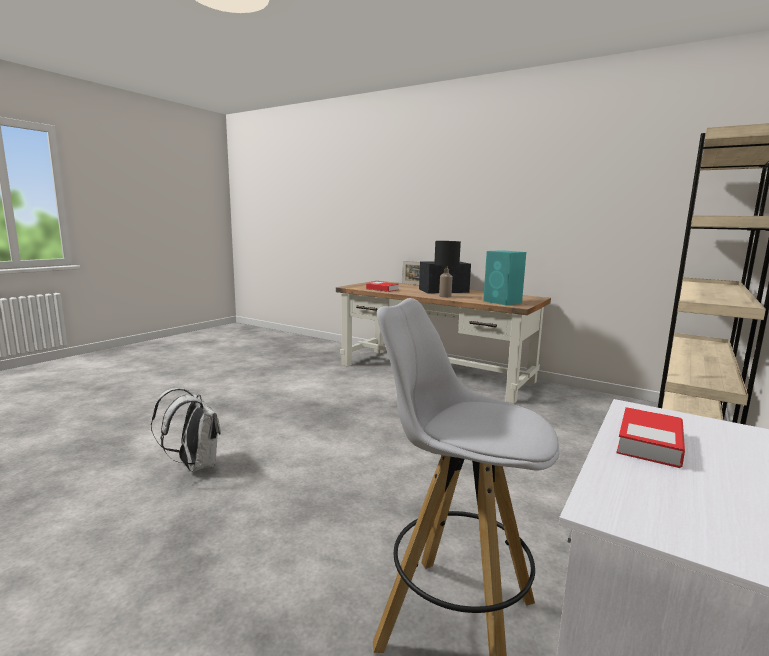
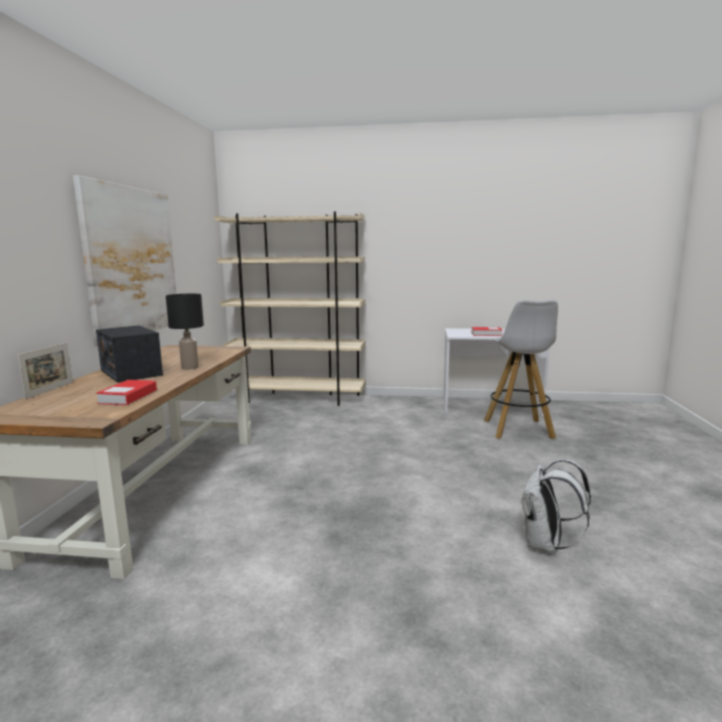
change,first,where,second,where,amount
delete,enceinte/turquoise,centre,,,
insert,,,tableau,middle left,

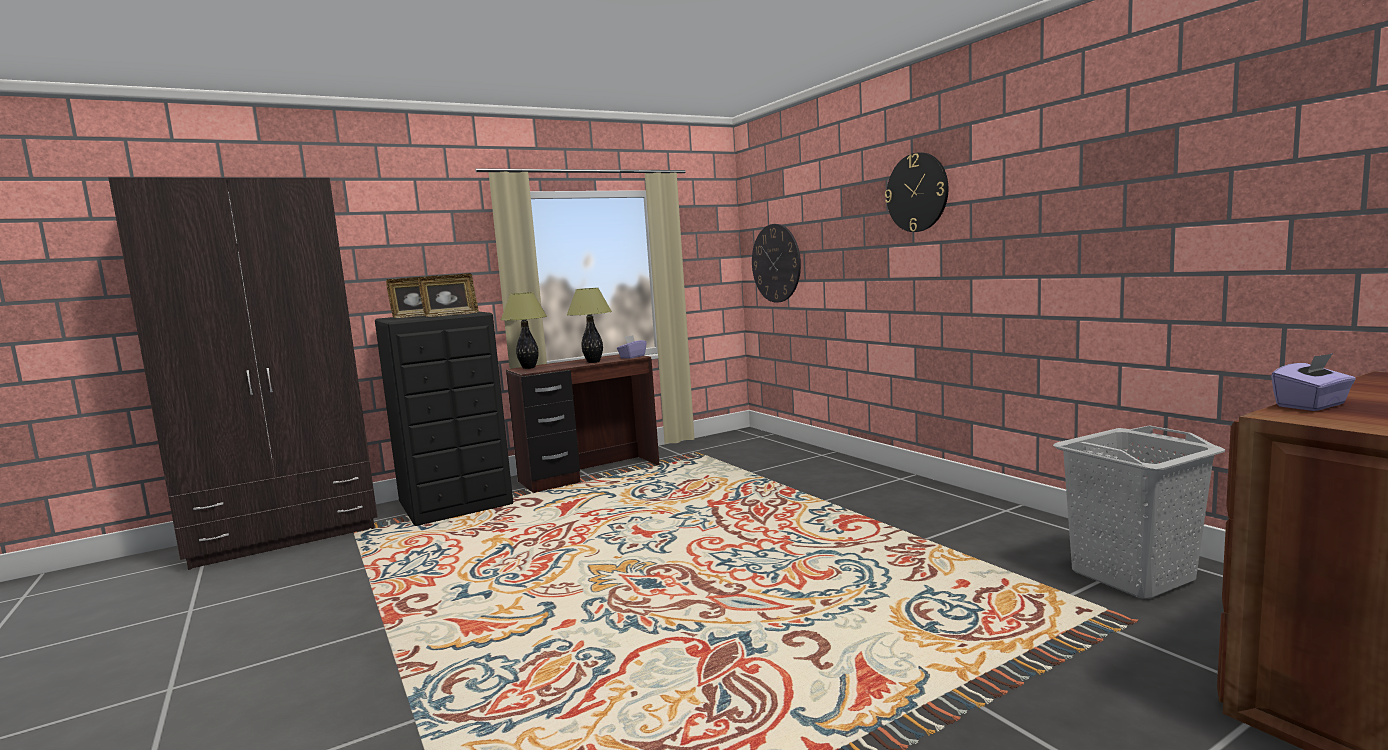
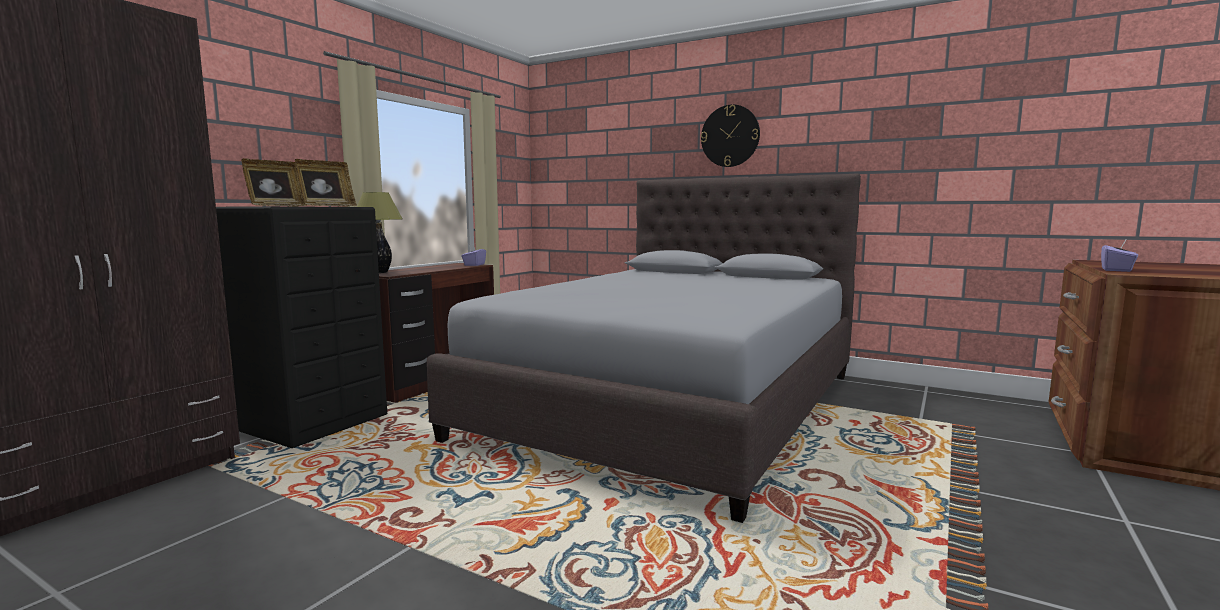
change,first,where,second,where,amount
delete,lampe de table (2nd from left),centre,,,
delete,horloge murale (1st from left),centre,,,
delete,panier à linge/gris,bottom right,,,
insert,,,lit/gris,centre,

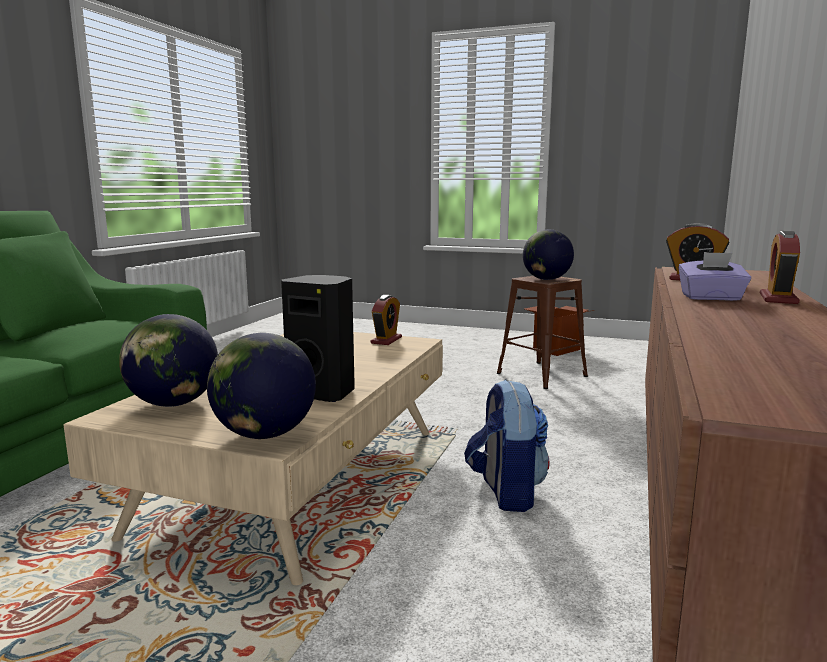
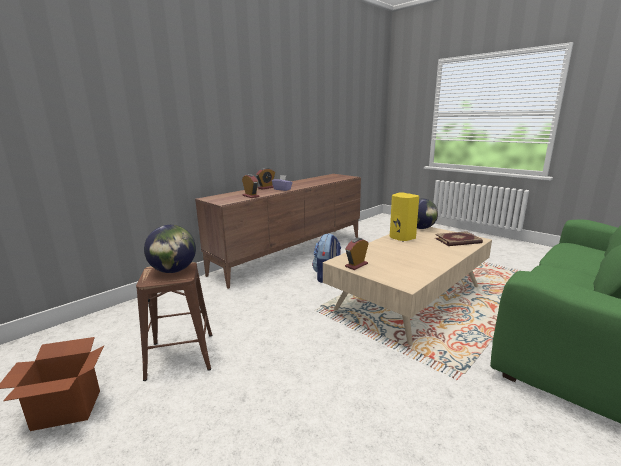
change,first,where,second,where,amount
replace,globe (1st from left),middle left,livre,middle right,
recolor,enceinte/noir,centre,enceinte/jaune,centre,

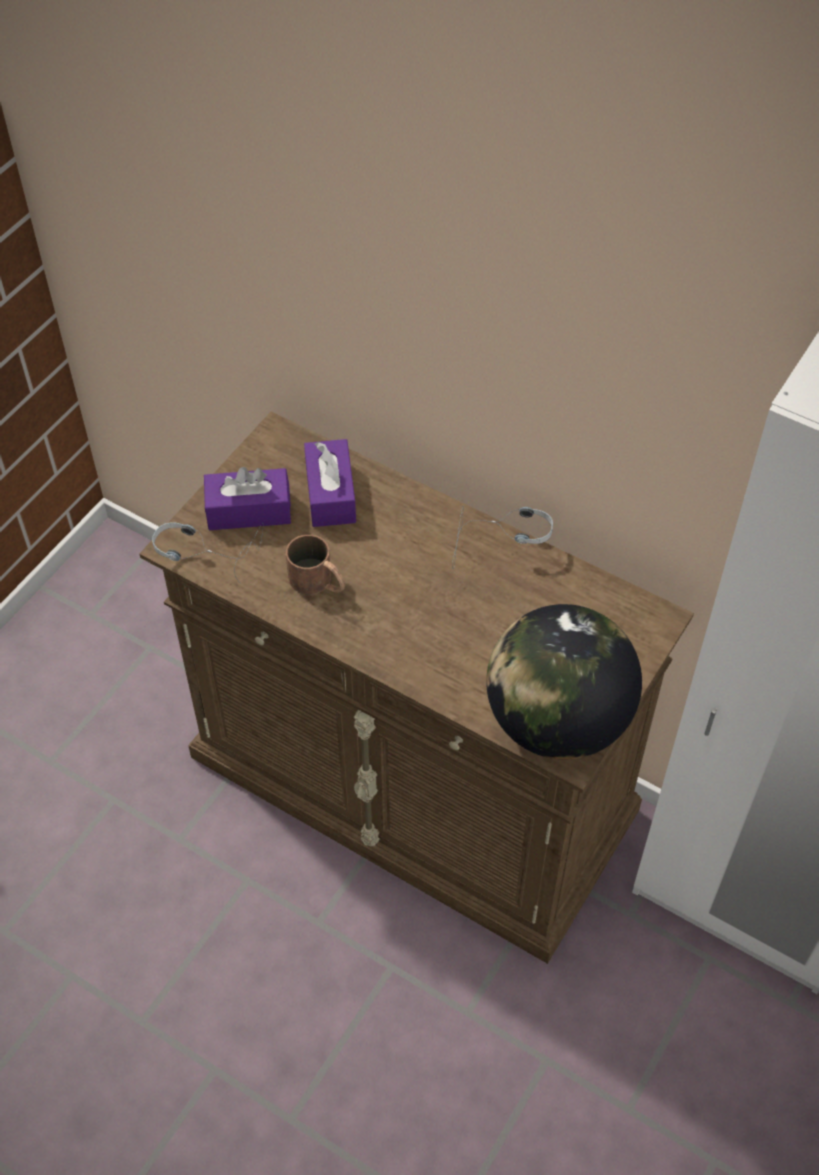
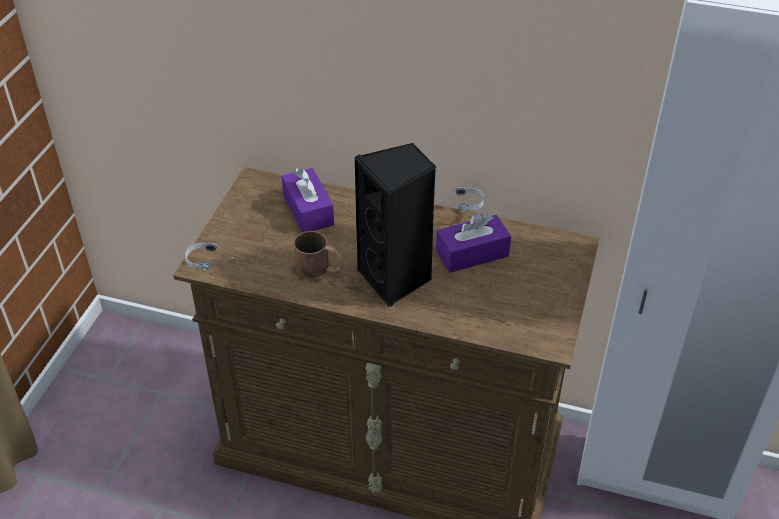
change,first,where,second,where,amount
delete,globe,middle right,,,
insert,,,enceinte/noir,centre,
move,boîte à mouchoirs/violet (1st from left in the first image),middle left,boîte à mouchoirs/violet (2nd from left),centre,

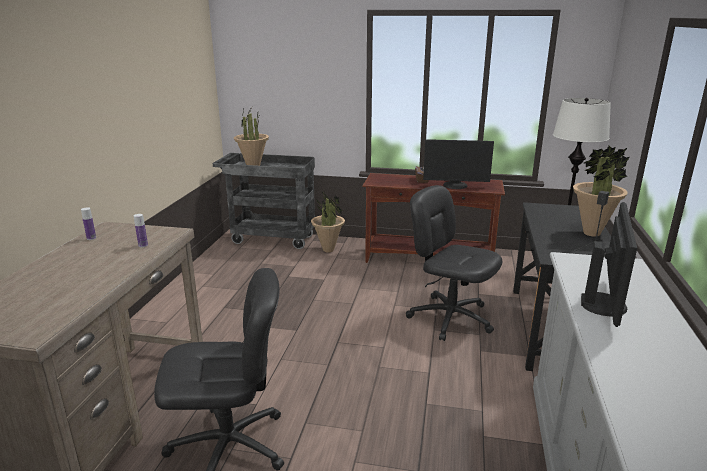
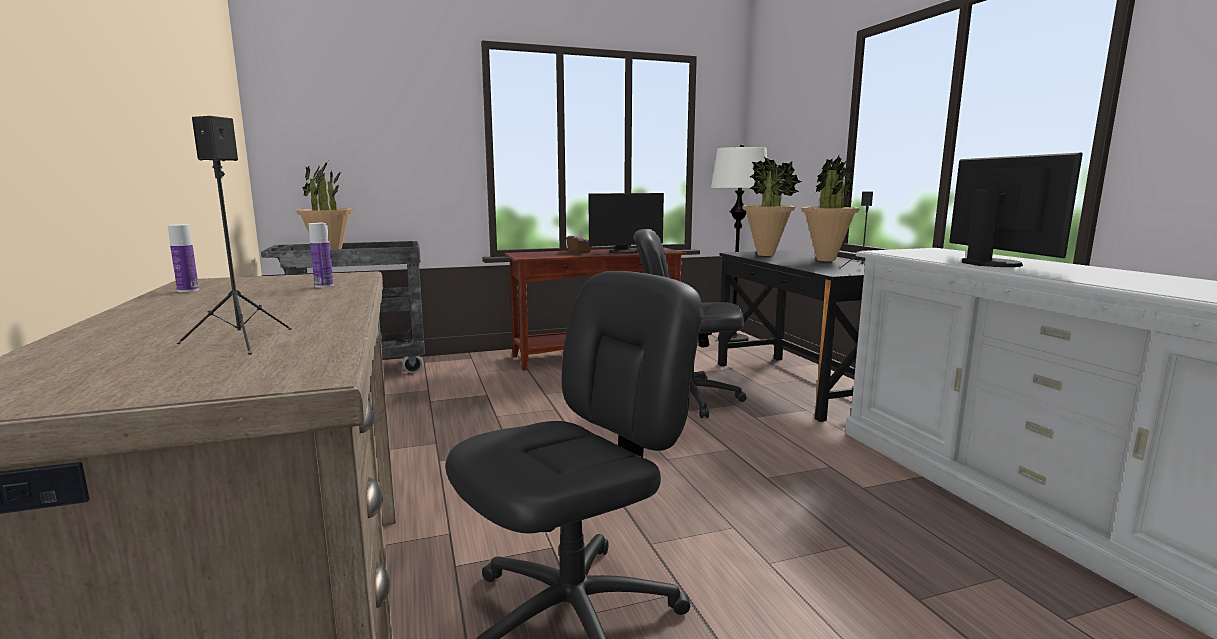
change,first,where,second,where,amount
insert,,,enceinte/noir (1st from left),middle left,
move,plante en pot (2nd from left),centre,,top centre,

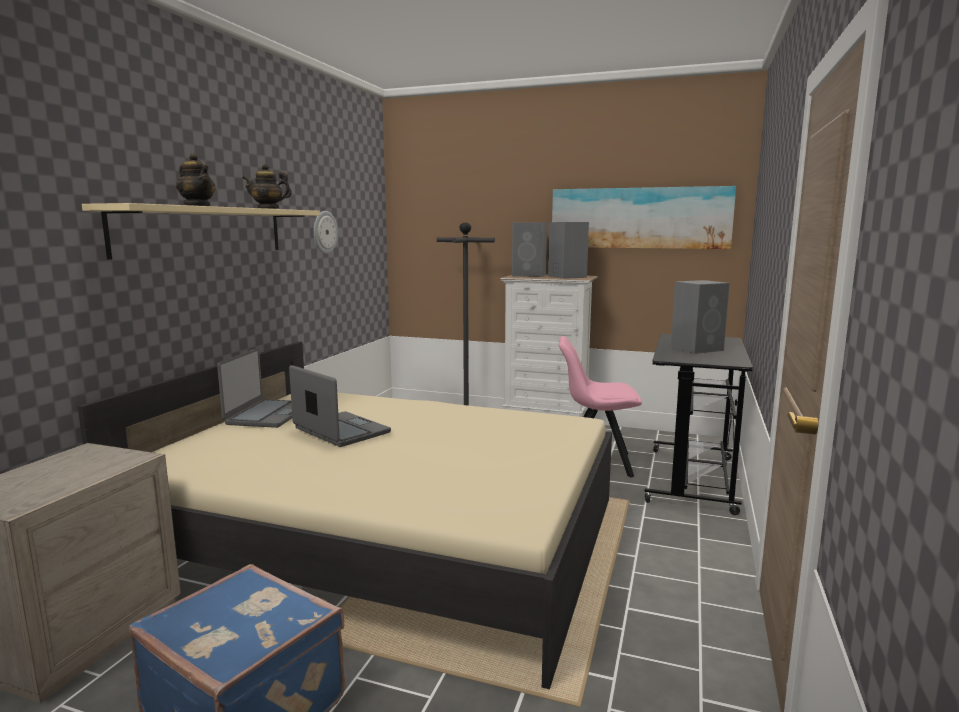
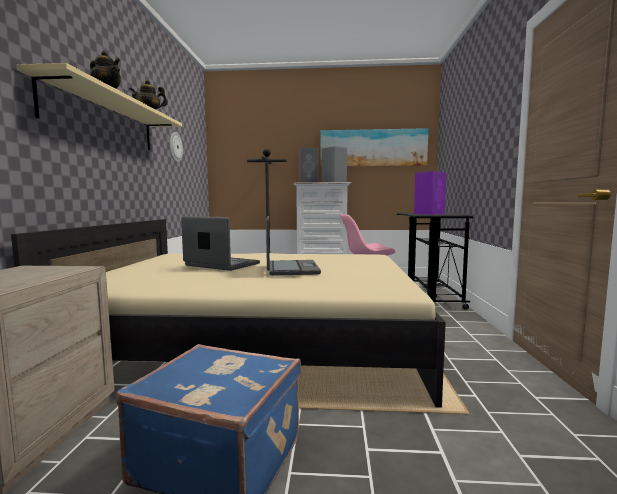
change,first,where,second,where,amount
move,ordinateur portable (1st from left in the first image),middle left,ordinateur portable (2nd from left),centre,
recolor,enceinte/gris (3rd from left),middle right,enceinte/violet,middle right,

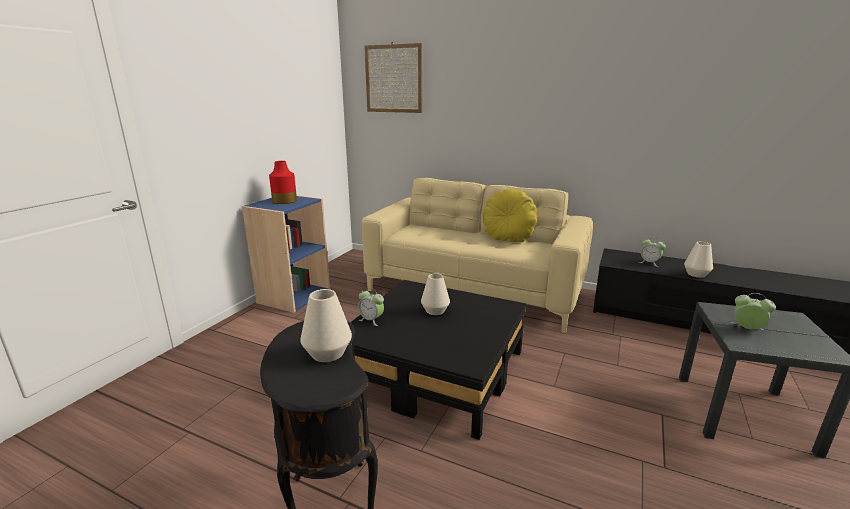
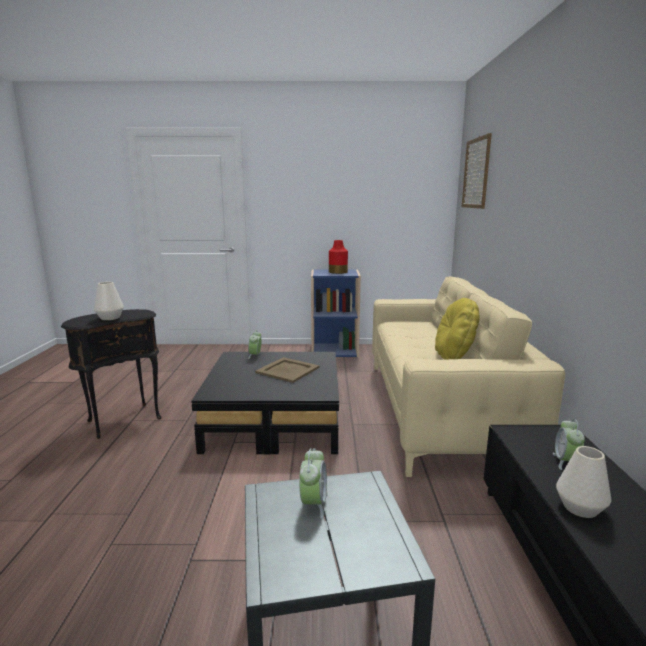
change,first,where,second,where,amount
replace,vase/blanc (2nd from left),centre,plateau/beige,centre,

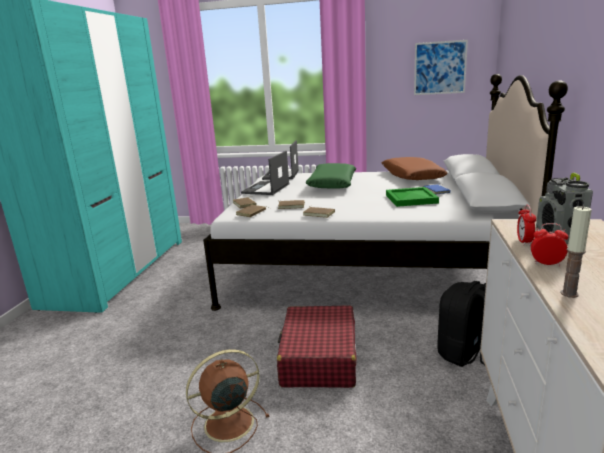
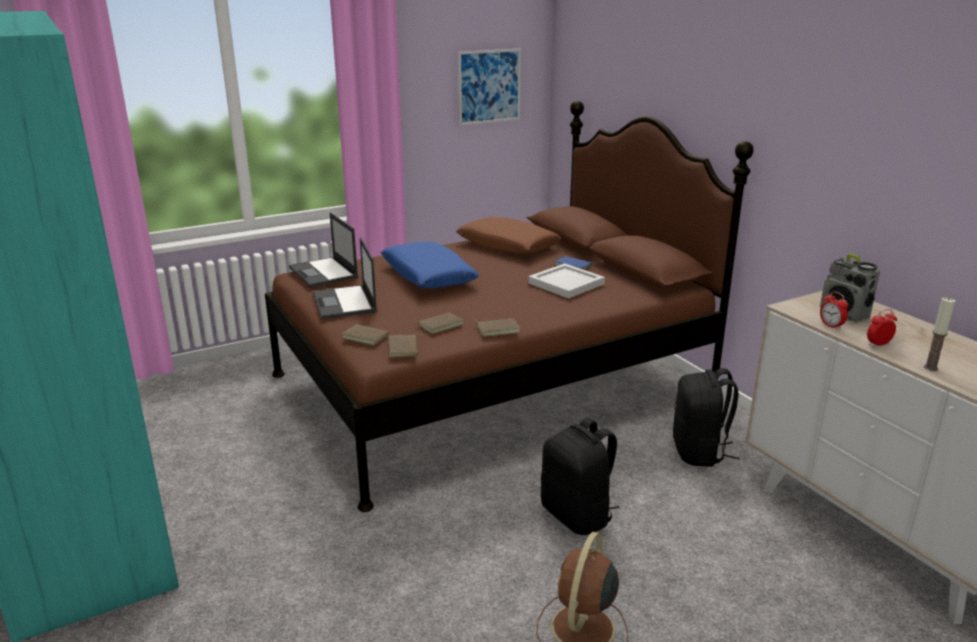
change,first,where,second,where,amount
replace,valise/rouge,bottom centre,sac à dos/noir (1st from left),bottom centre,
recolor,lit/blanc,centre,lit/marron,centre,
recolor,coussin/vert,centre,coussin/bleu,centre,
recolor,plateau/vert,middle right,plateau/blanc,centre,

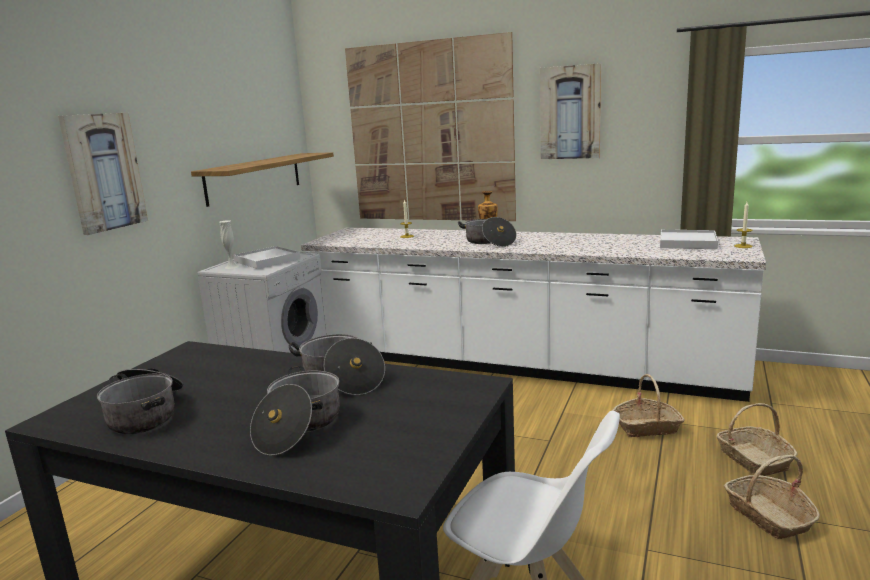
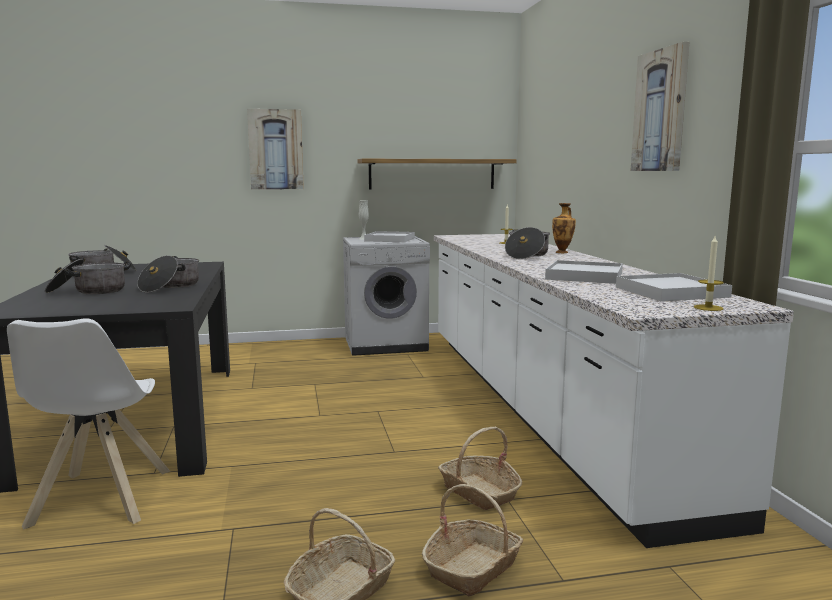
change,first,where,second,where,amount
delete,tableau (2nd from left),top centre,,,
insert,,,plateau/blanc (2nd from left),middle right,

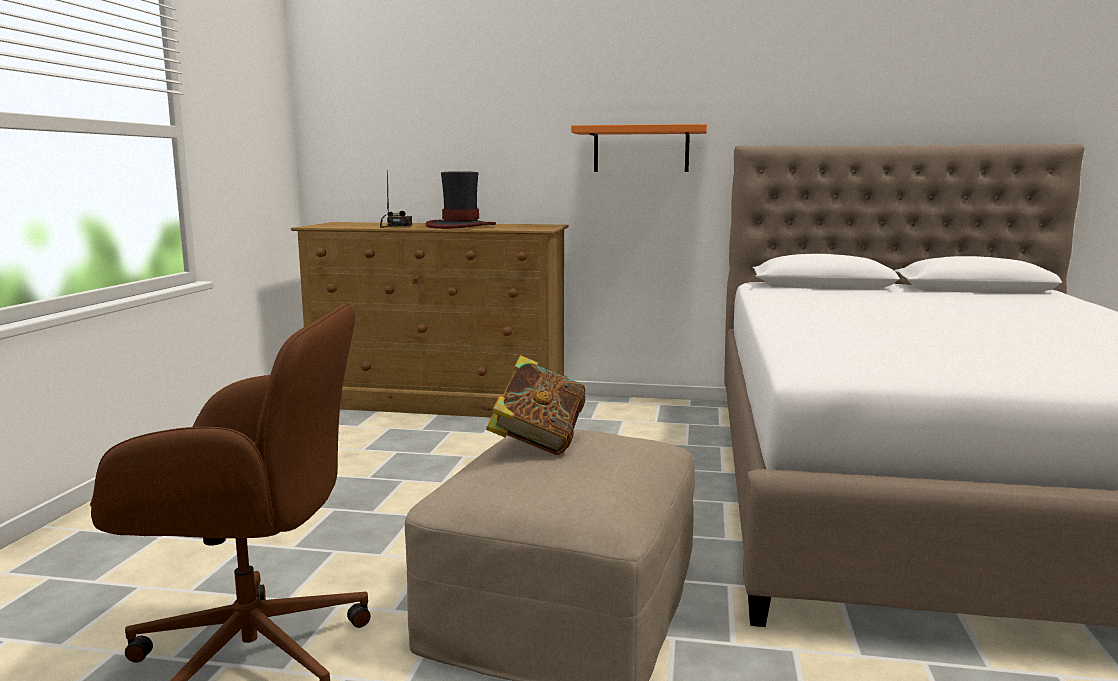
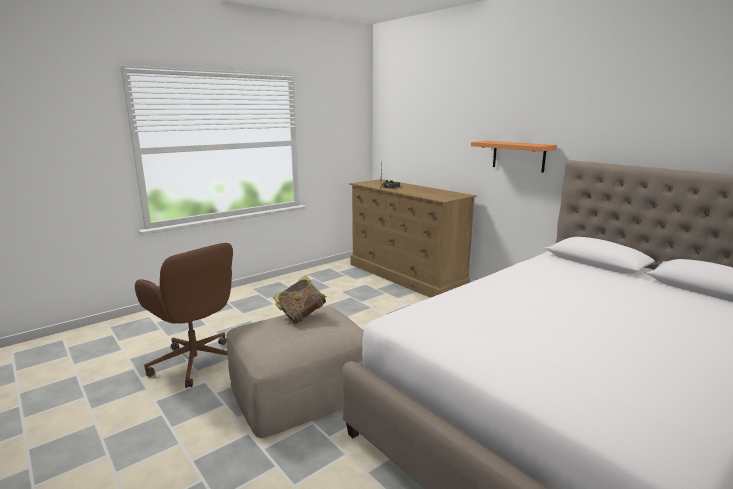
change,first,where,second,where,amount
delete,chapeau,top centre,,,

